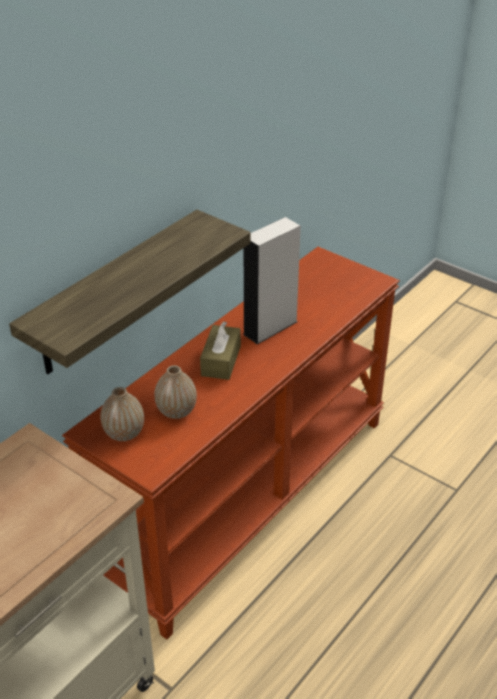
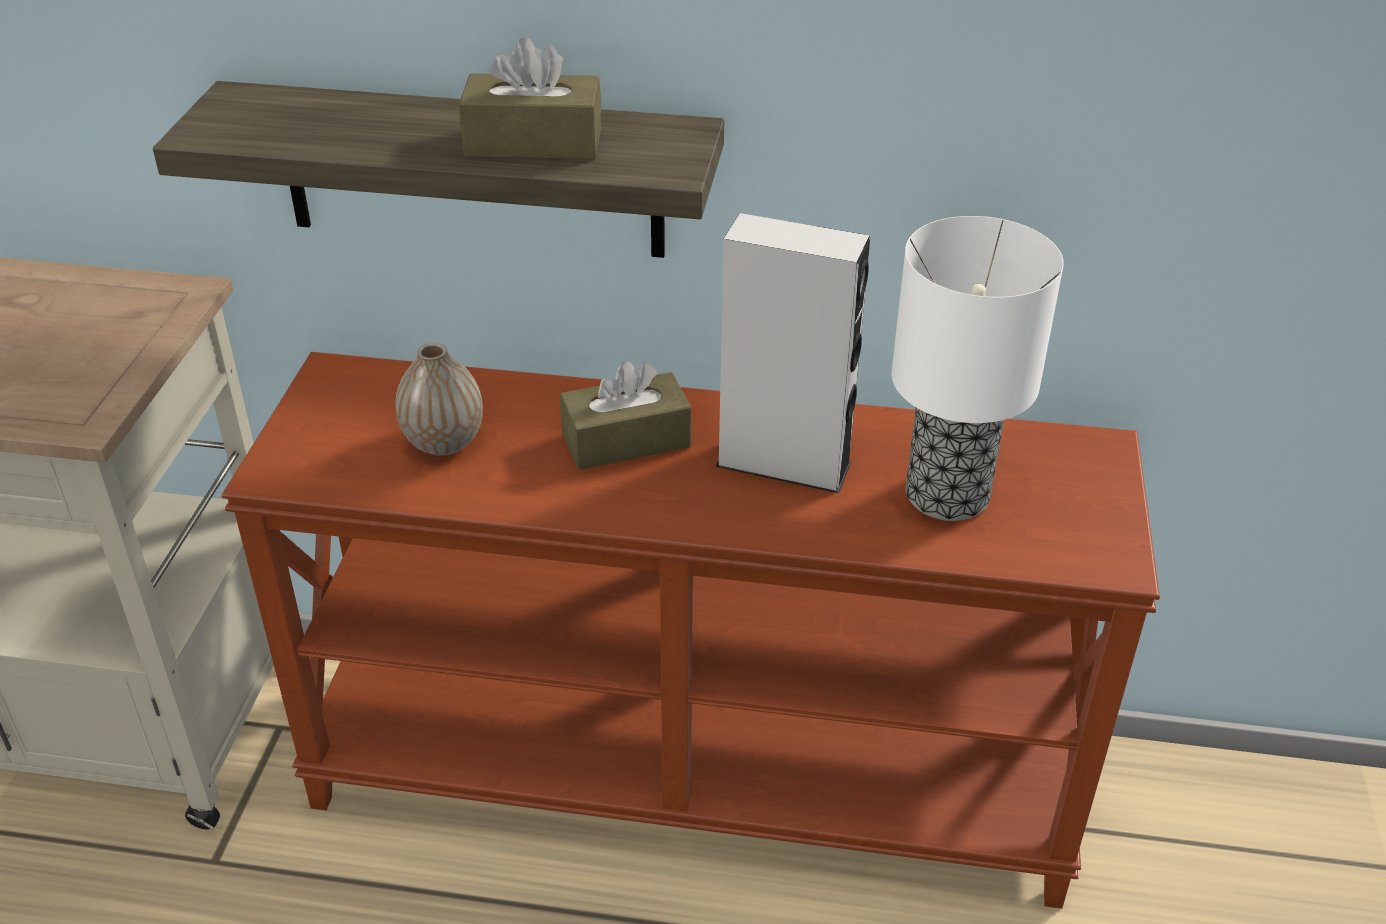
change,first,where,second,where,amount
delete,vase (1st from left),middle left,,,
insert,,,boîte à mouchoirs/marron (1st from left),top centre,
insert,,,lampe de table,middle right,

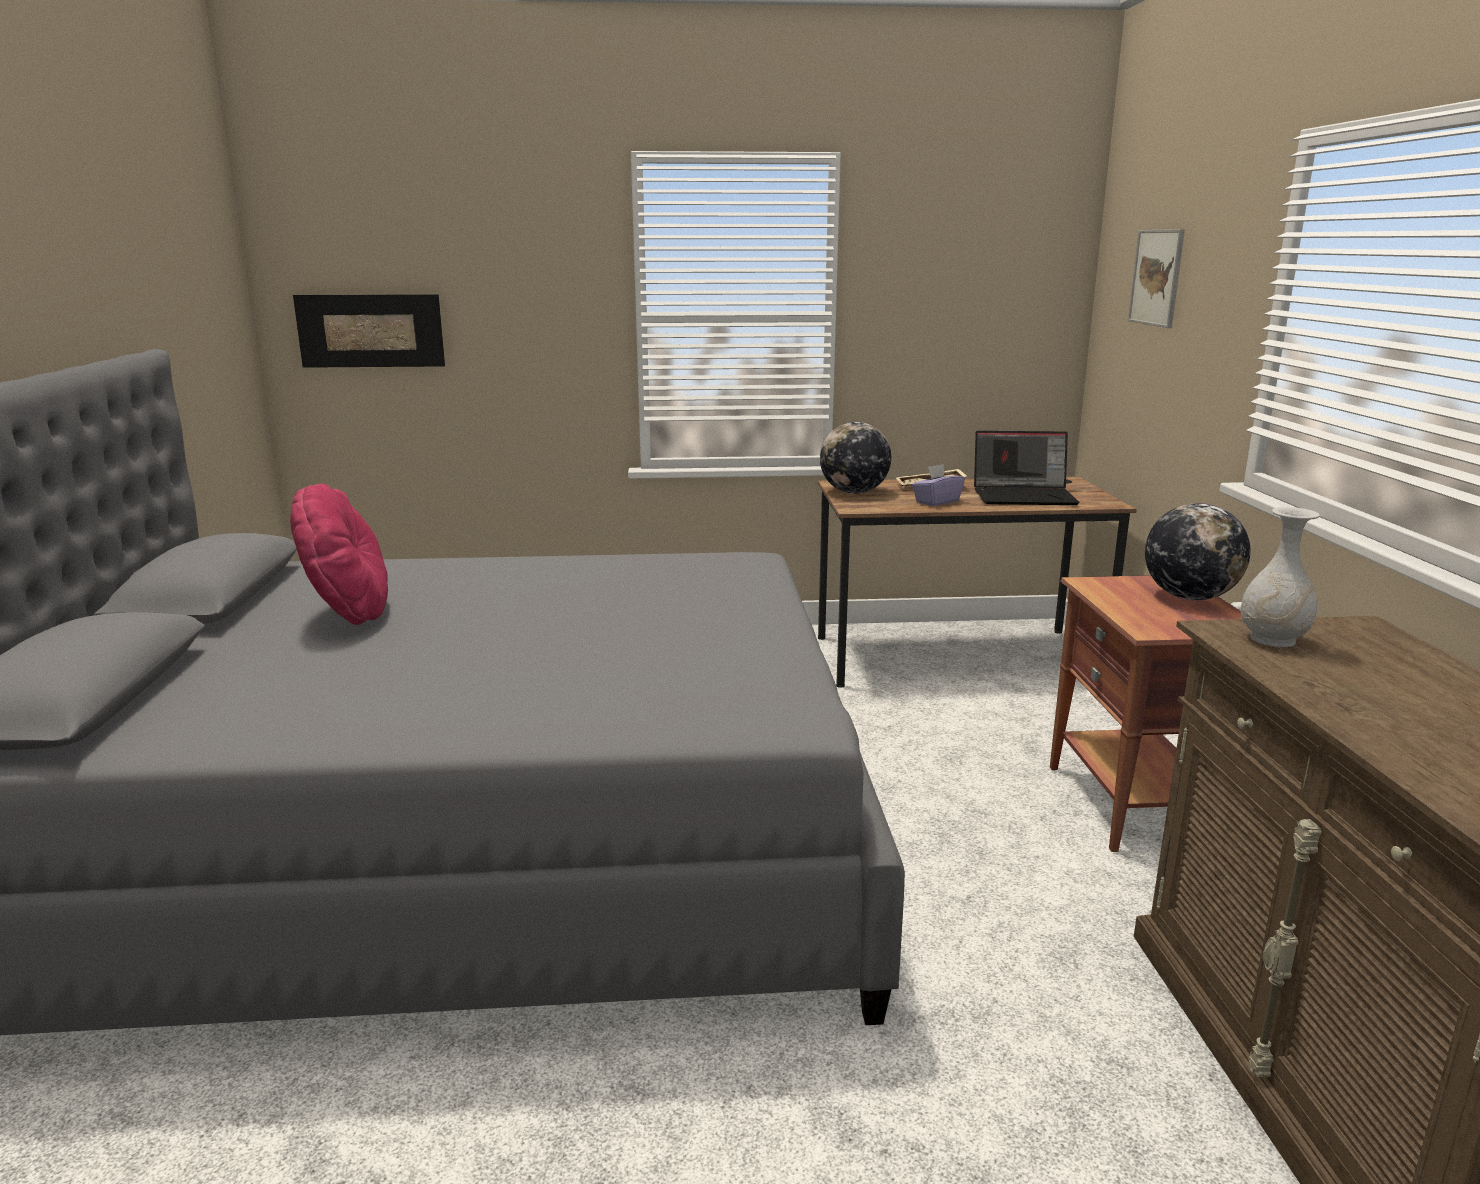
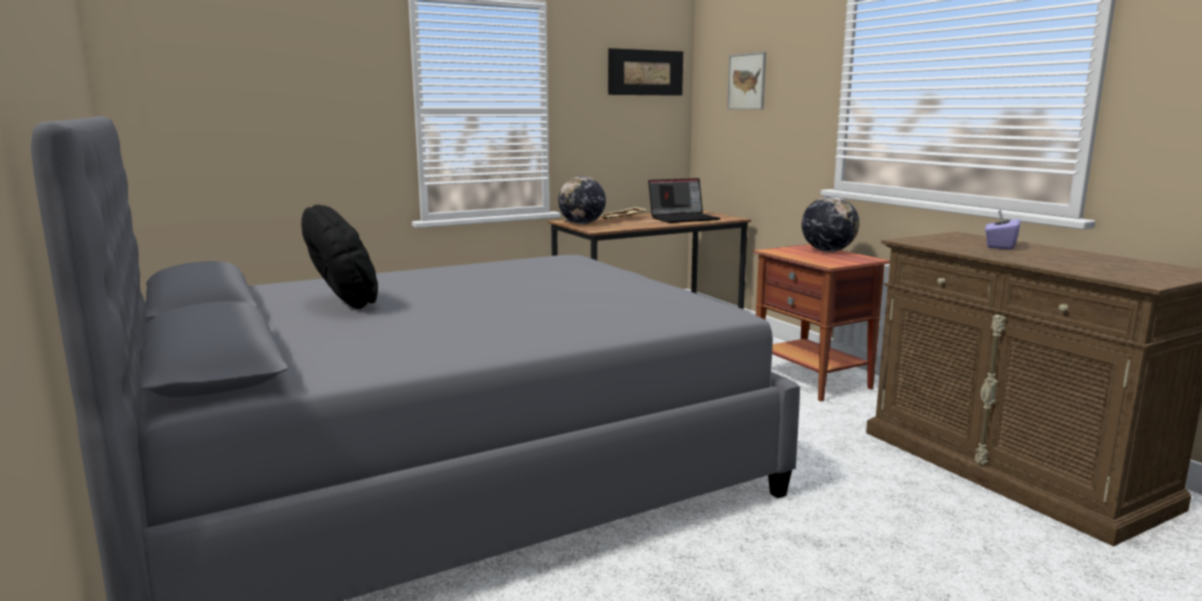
change,first,where,second,where,amount
delete,vase/blanc,middle right,,,
move,tableau (1st from left),top left,,top centre,
move,boîte à mouchoirs/violet,centre,,middle right,
recolor,coussin/rose,middle left,coussin/noir,middle left,

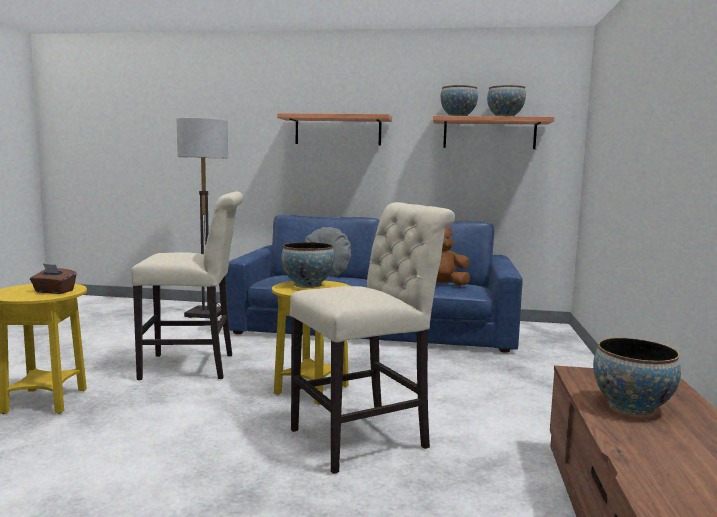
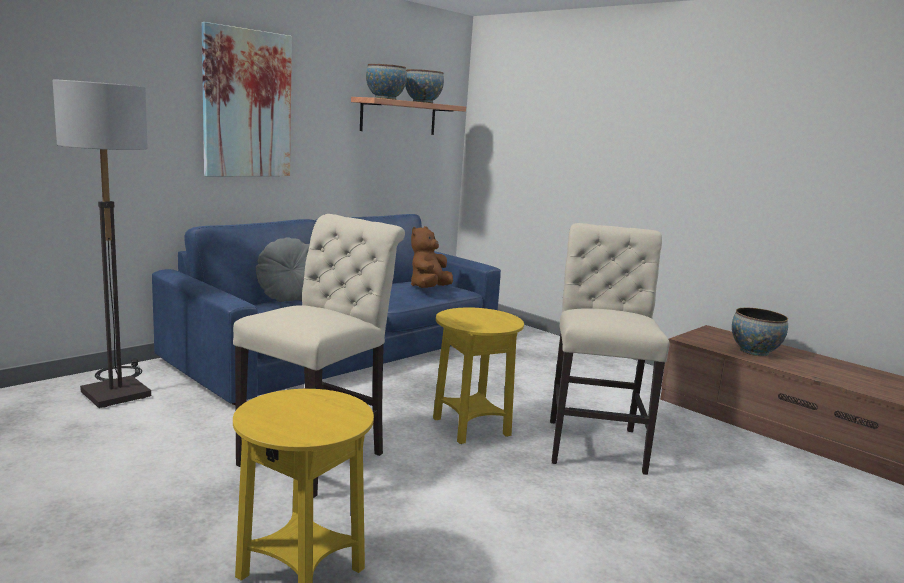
change,first,where,second,where,amount
delete,boîte à mouchoirs/marron,middle left,,,
delete,bol (1st from left),centre,,,
replace,étagère (1st from left),top centre,tableau,top left,

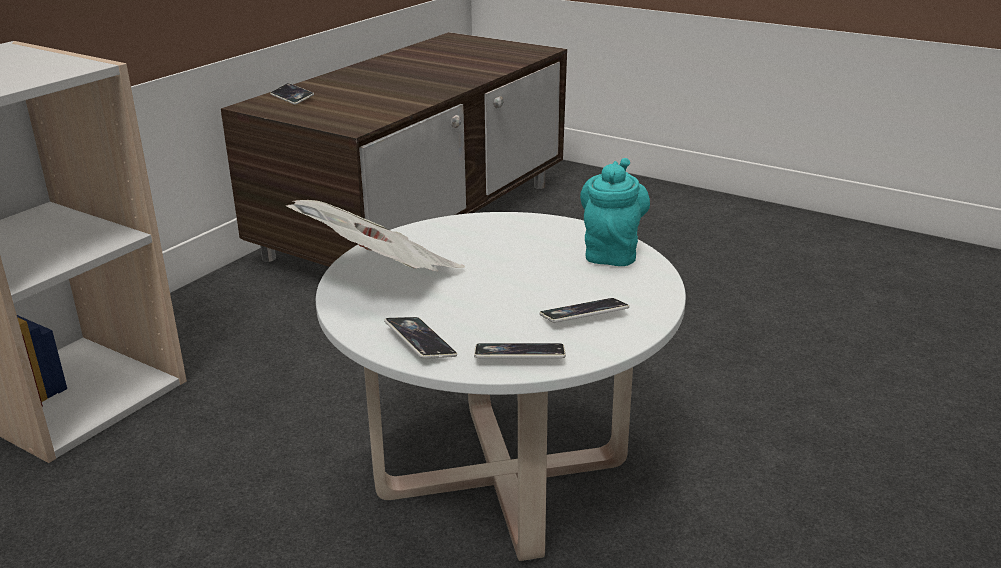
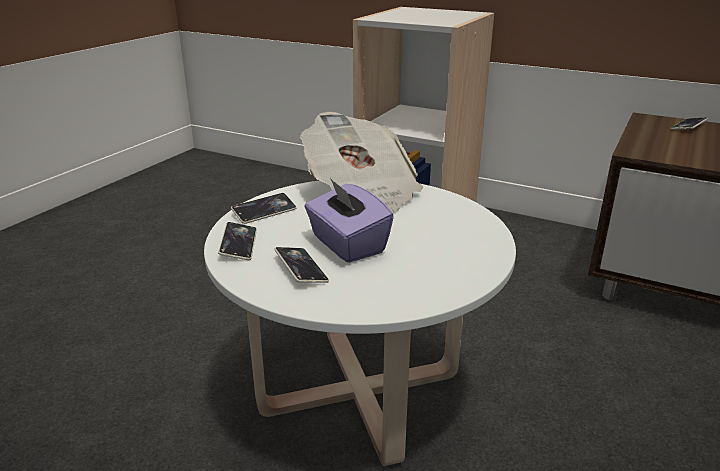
change,first,where,second,where,amount
delete,théière/turquoise,centre,,,
insert,,,boîte à mouchoirs/violet,centre,

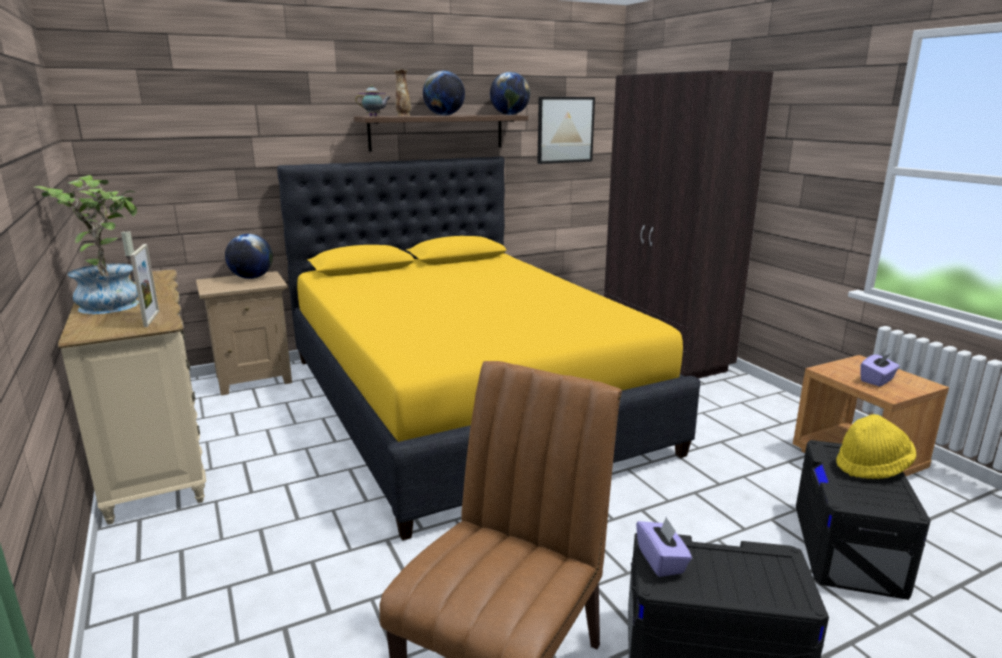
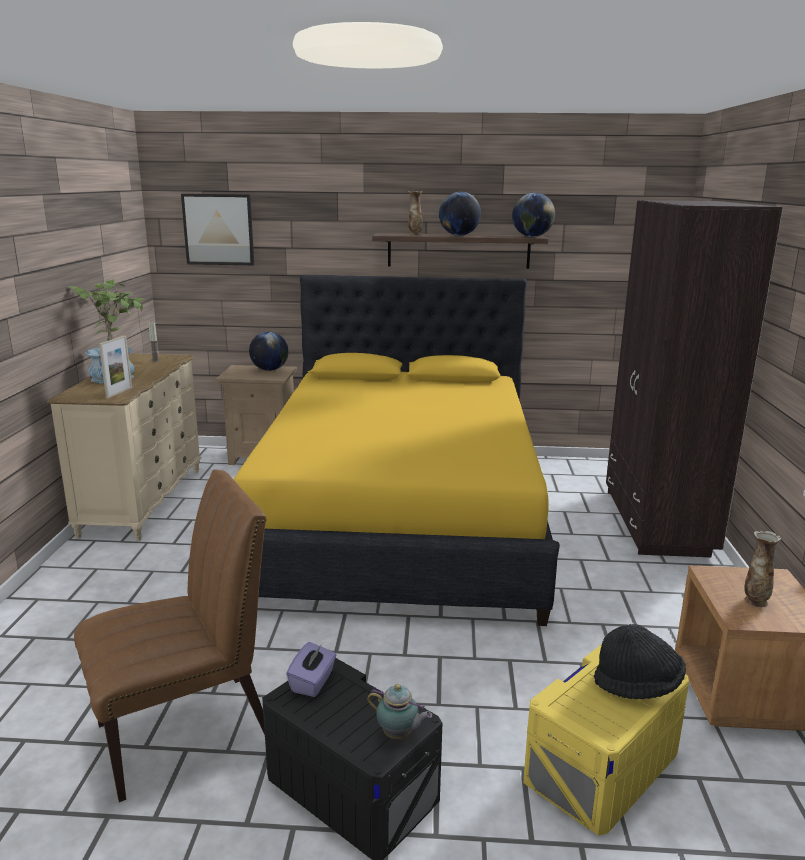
change,first,where,second,where,amount
move,théière,top centre,,bottom centre,
move,tableau,top centre,,top left,
replace,boîte à mouchoirs/violet (2nd from left),middle right,vase (2nd from left),middle right,
recolor,boîte de rangement/noir (2nd from left),bottom right,boîte de rangement/jaune,bottom right,
recolor,chapeau/jaune,bottom right,chapeau/noir,bottom right,

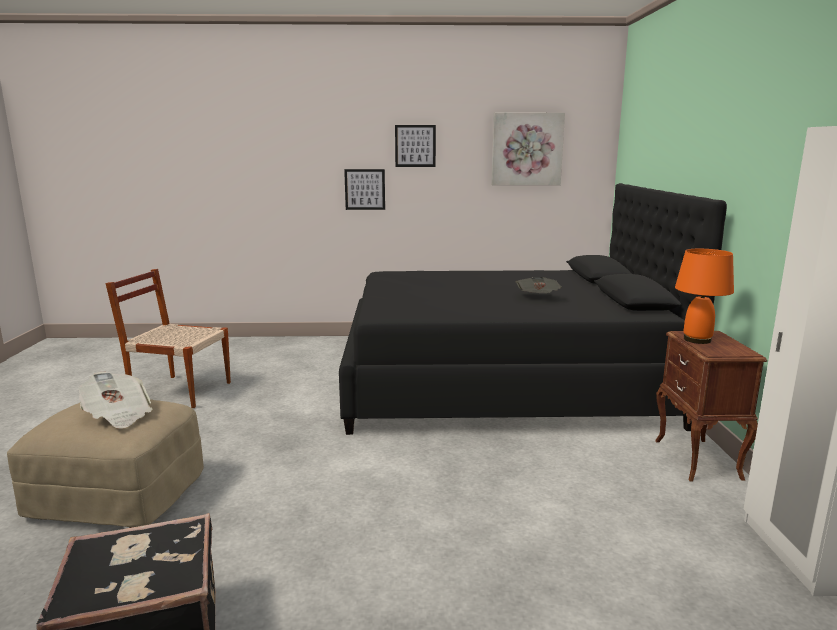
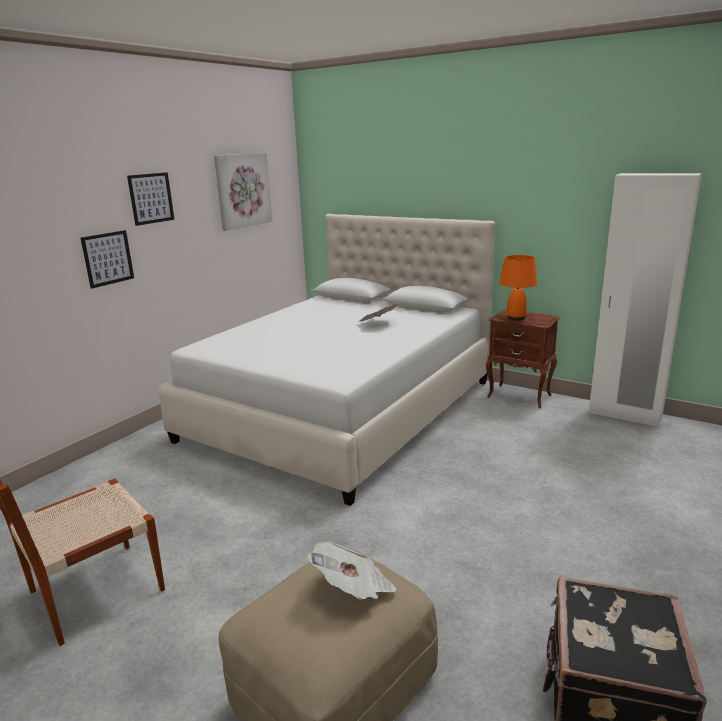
change,first,where,second,where,amount
recolor,lit/noir,centre,lit/blanc,centre,

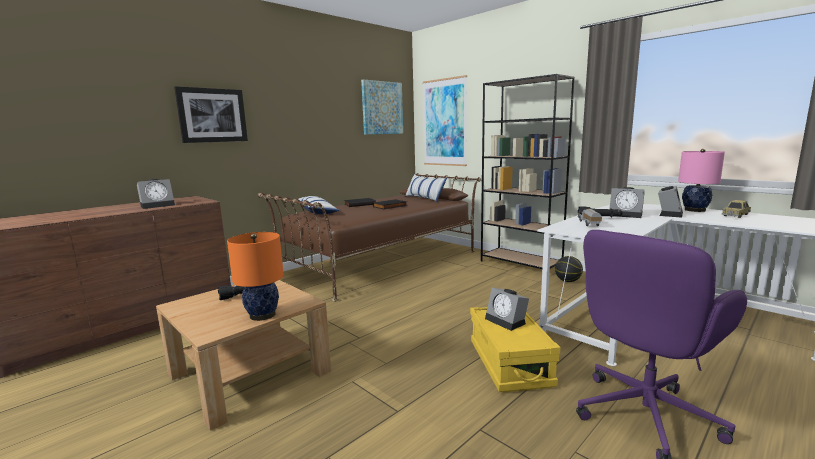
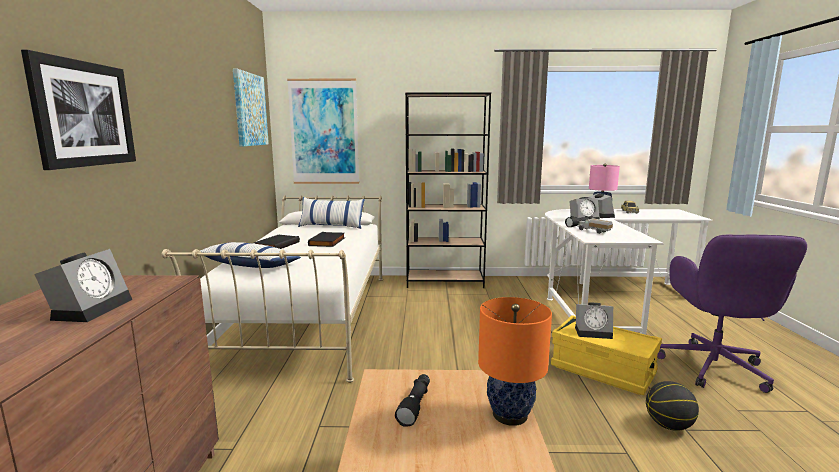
change,first,where,second,where,amount
move,ballon de basket,middle right,,bottom right,
recolor,lit/marron,centre,lit/blanc,middle left,

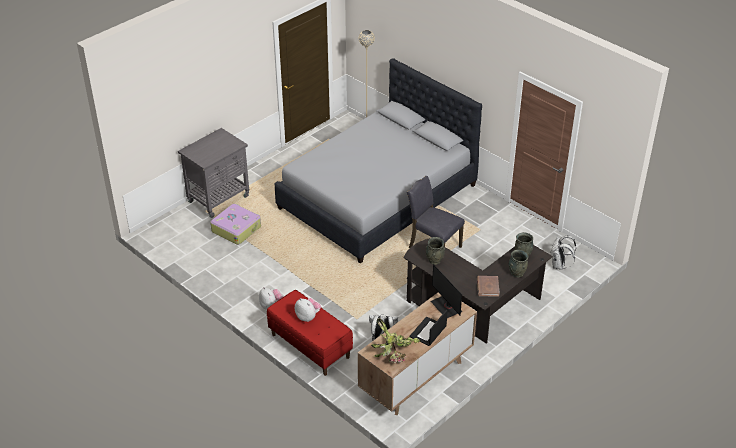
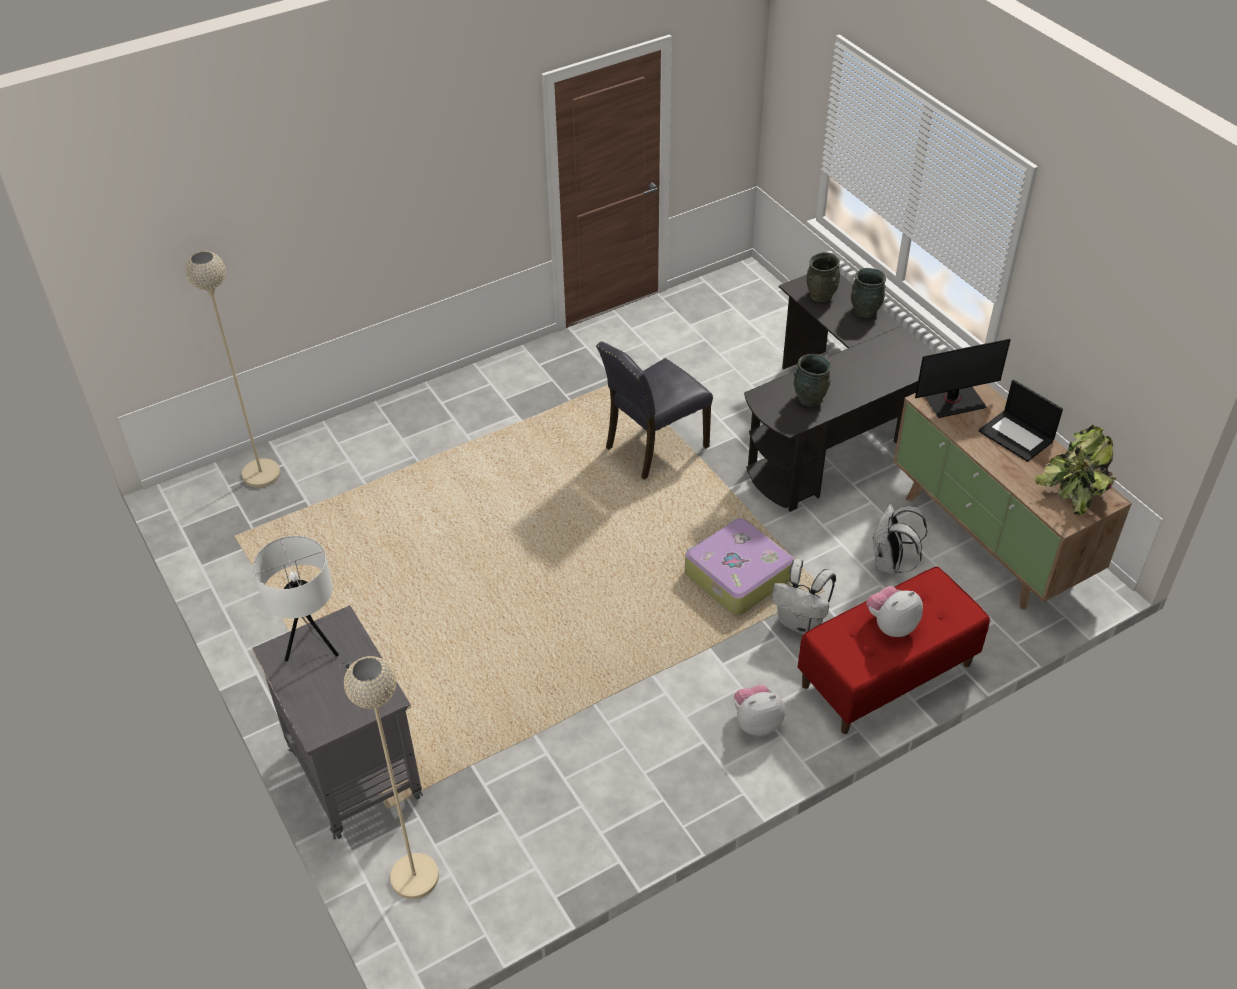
change,first,where,second,where,amount
delete,lit/gris,centre,,,
delete,livre/marron,centre,,,
insert,,,lampe de table/blanc,middle left,
insert,,,lampadaire/beige (2nd from left),bottom left,
move,valise,middle left,,centre,
move,sac à dos/blanc (2nd from left in the first image),middle right,sac à dos/blanc (1st from left),centre,

